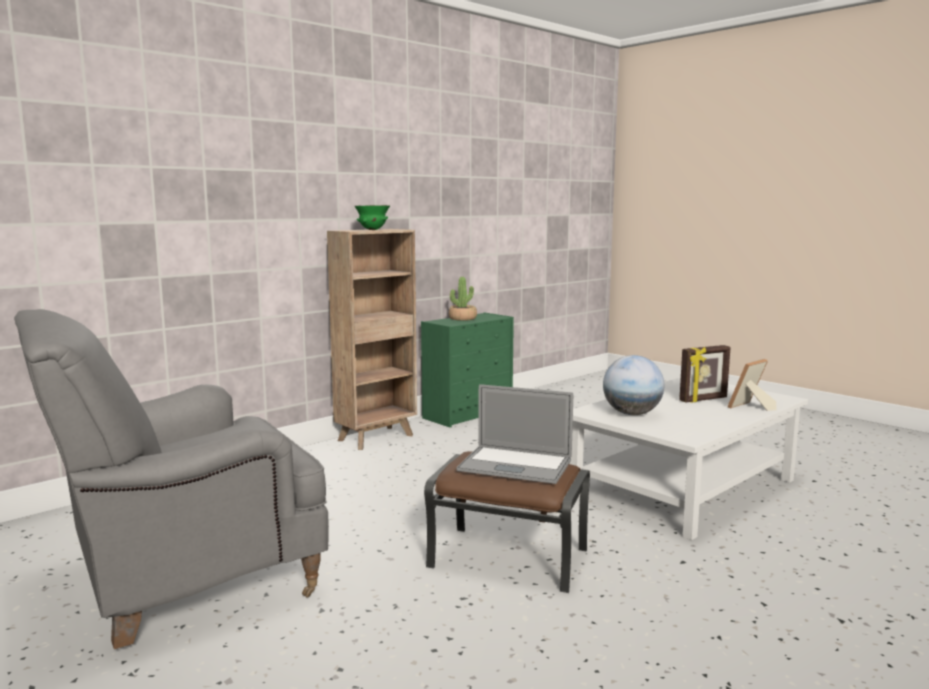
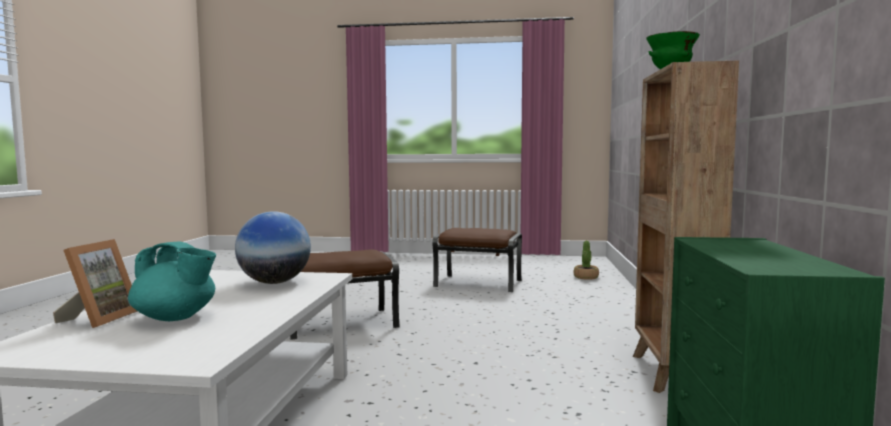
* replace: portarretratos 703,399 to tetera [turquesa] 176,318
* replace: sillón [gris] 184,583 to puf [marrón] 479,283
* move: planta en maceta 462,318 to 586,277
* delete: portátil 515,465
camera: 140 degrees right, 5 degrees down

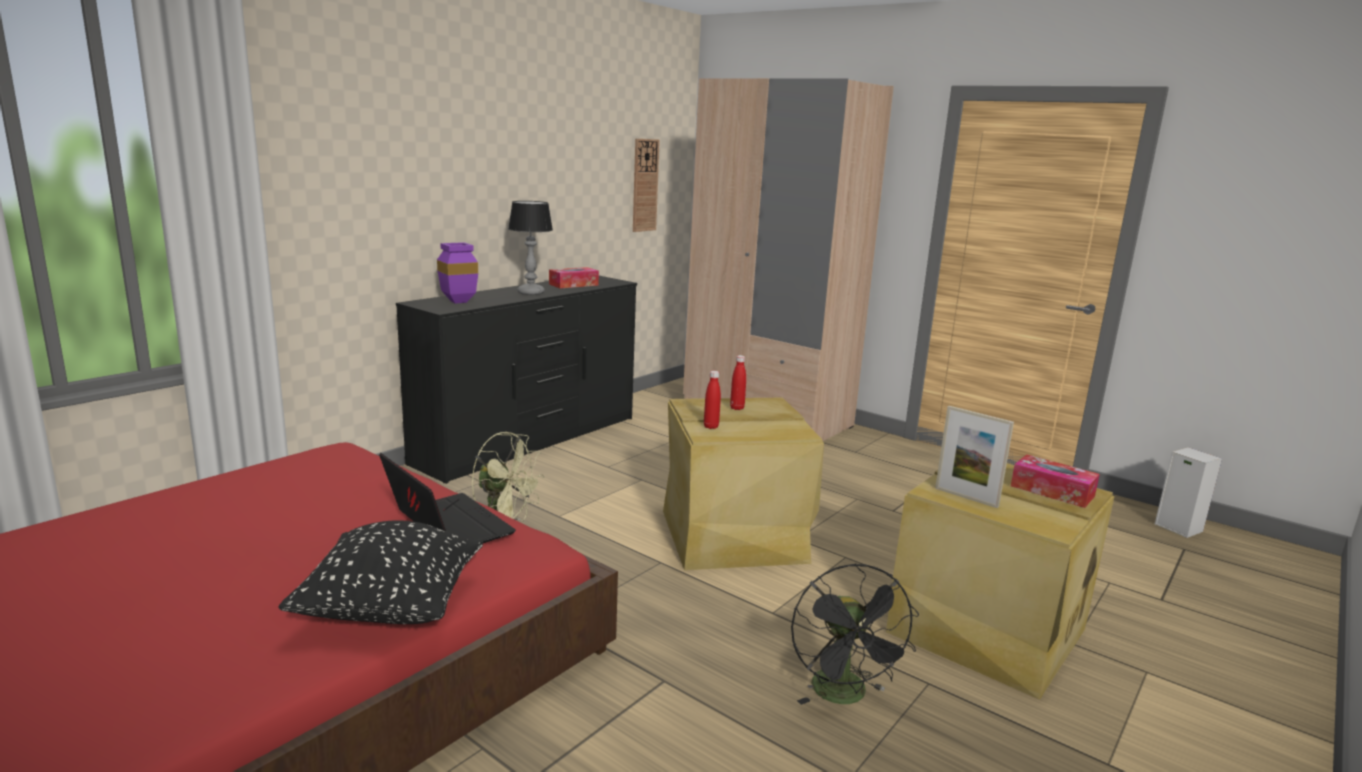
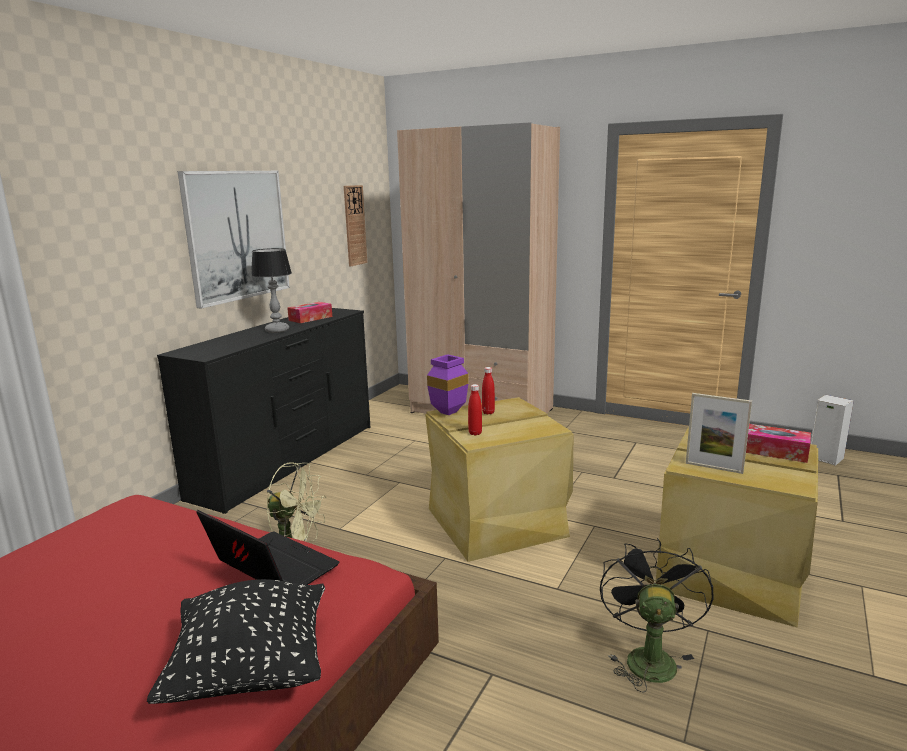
* insert: cuadro 237,235
* move: florero [morado] 460,301 to 449,411
* rotate: ventilador [negro] 845,696 = 648,657 150 degrees counterclockwise
camera: 10 degrees left, 0 degrees up

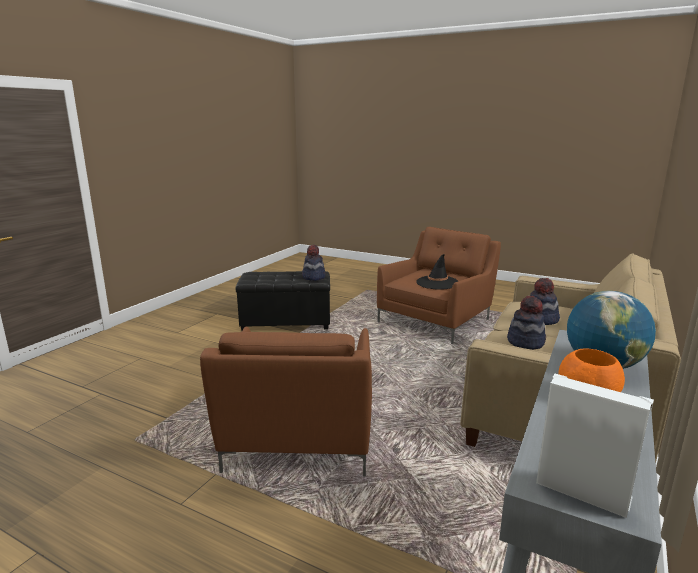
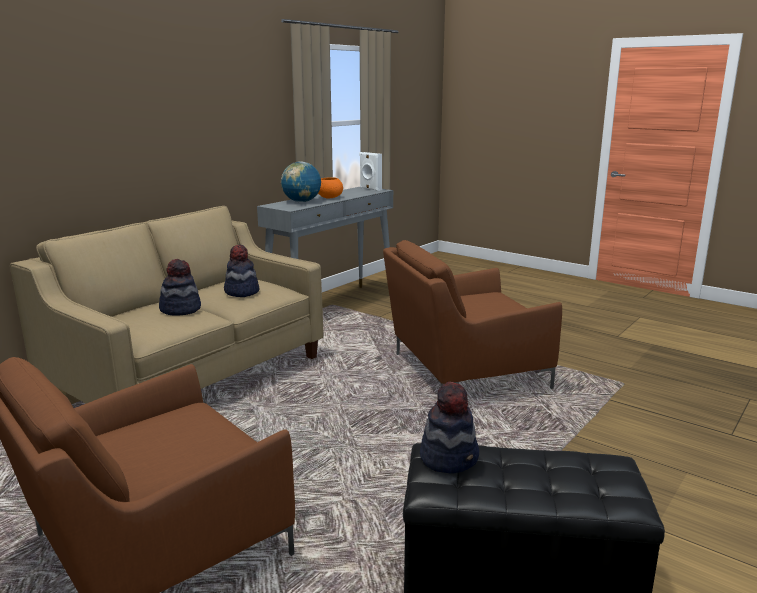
* rotate: sillón [marrón] 299,440 = 463,372 120 degrees counterclockwise
* delete: sombrero [negro] 437,283
camera: 170 degrees left, 0 degrees up

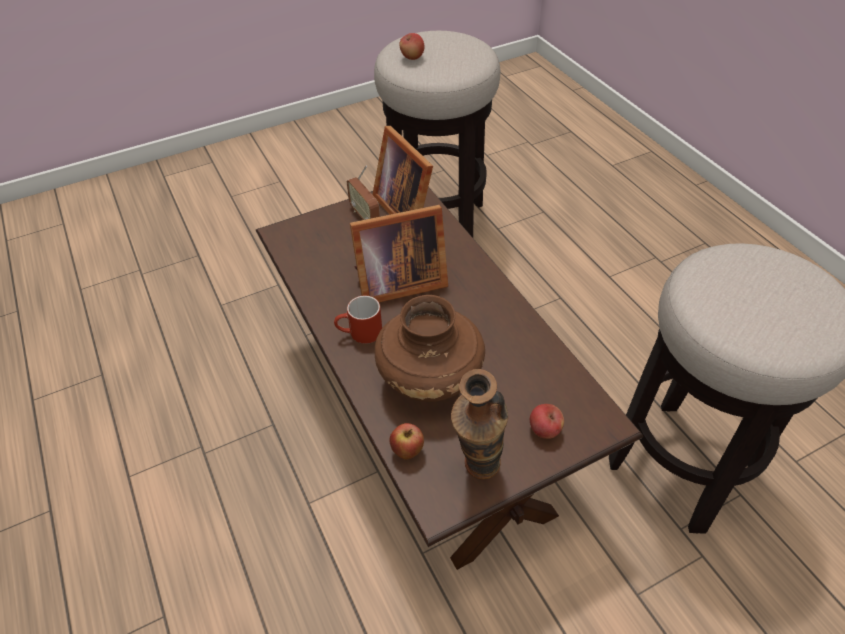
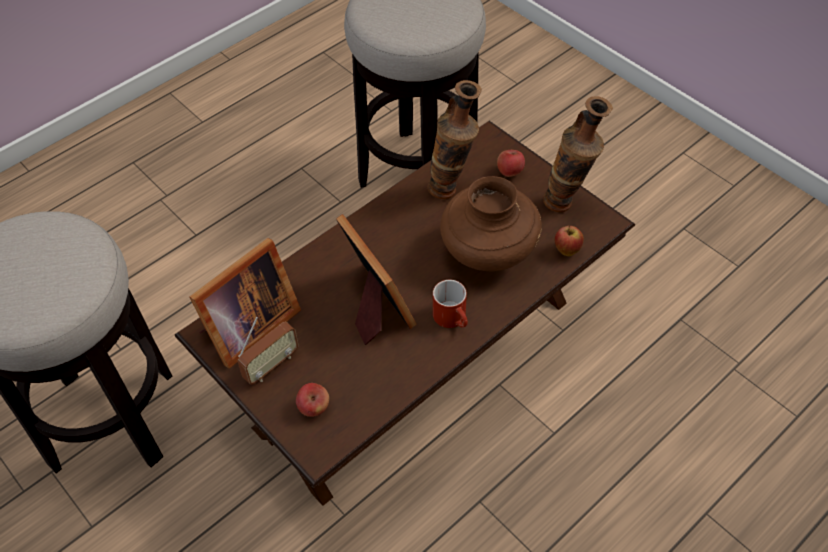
* move: manzana 412,57 to 314,407
* insert: florero 452,190
camera: 105 degrees left, 5 degrees up

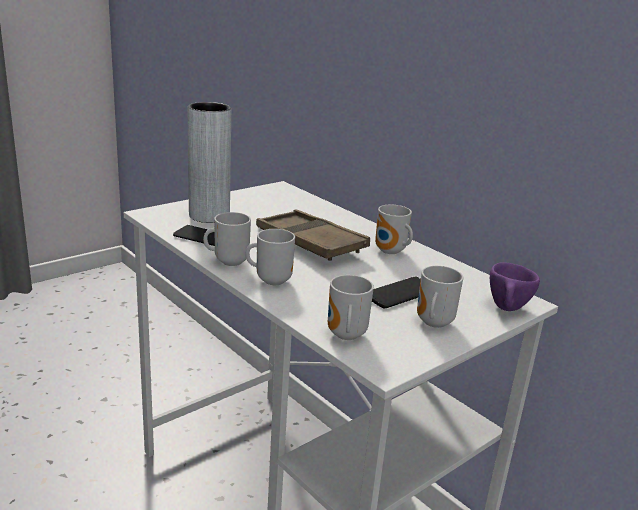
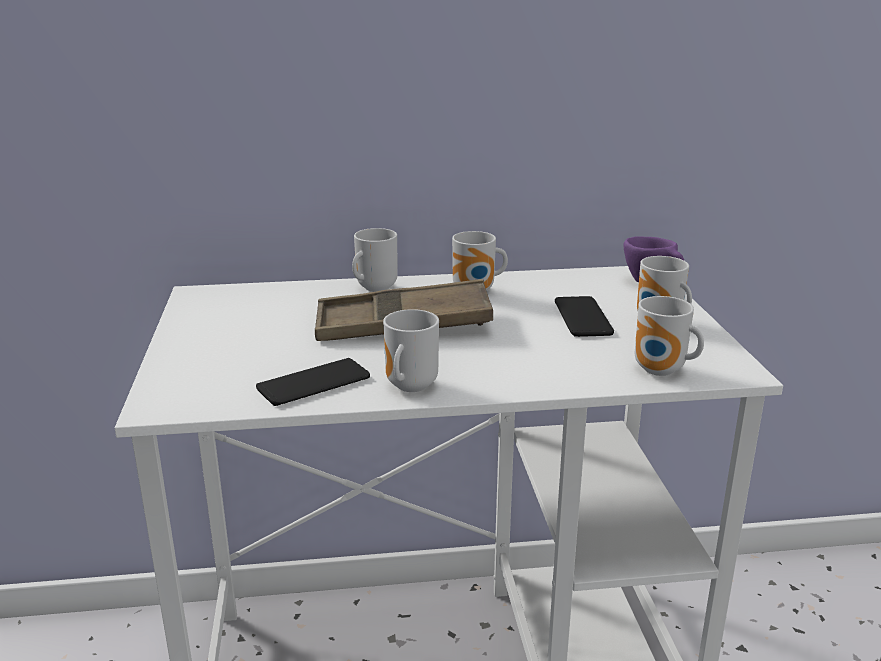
* move: taza grande 271,280 to 373,288
* delete: florero [gris] 209,216
camera: 55 degrees left, 0 degrees up

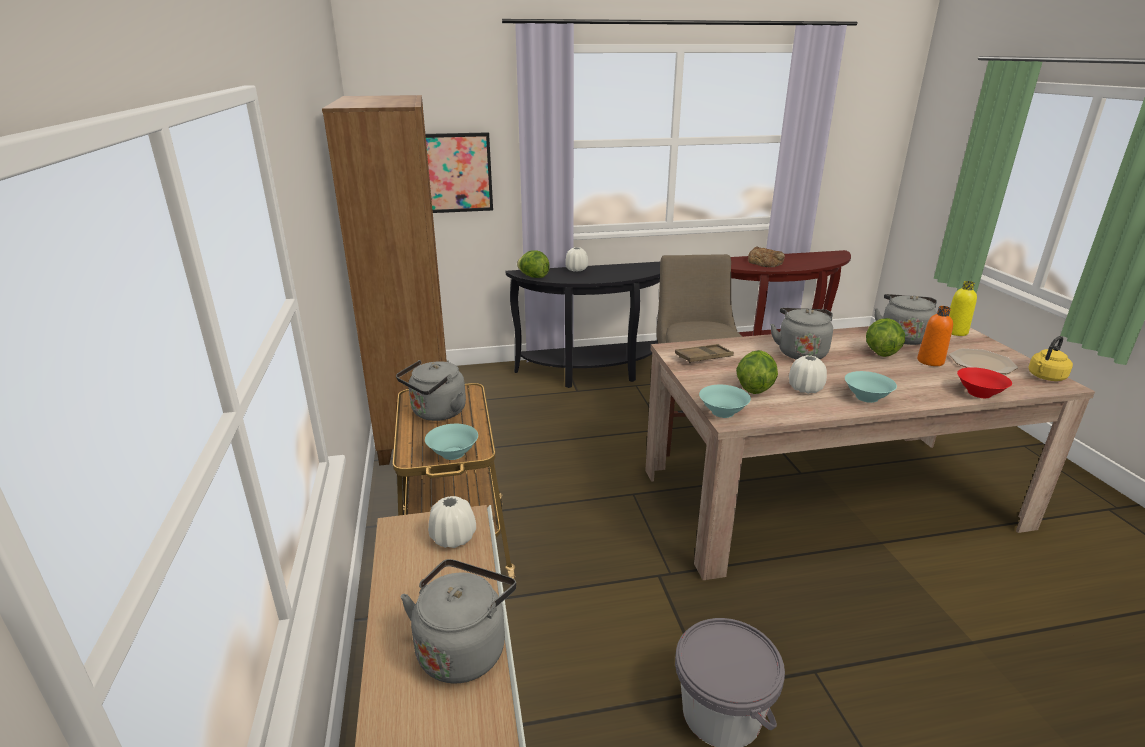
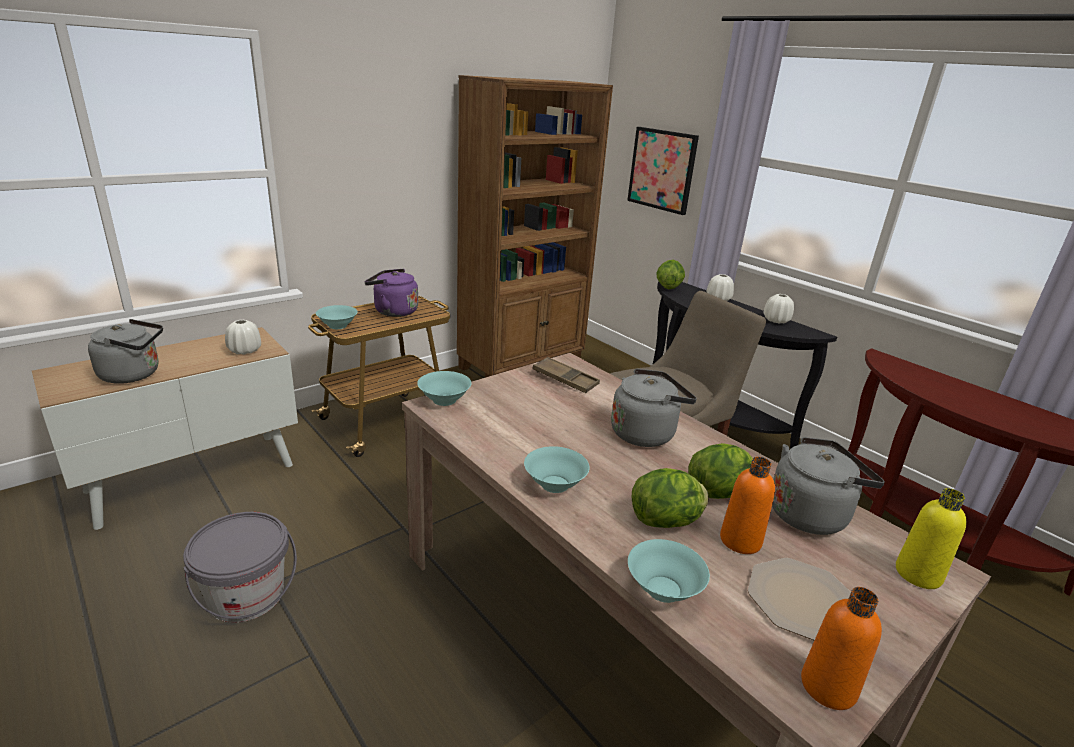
* recolor: hervidor [gris] 436,413 to hervidor [morado] 393,311
* recolor: cuenco [rojo] 980,393 to cuenco [turquesa] 663,590
* move: lechuga 754,388 to 666,521
* move: florero [blanco] 805,388 to 776,320
* replace: hervidor [amarillo] 1045,377 to botella [naranja] 828,687
* delete: pan 765,262
camera: 60 degrees right, 0 degrees up

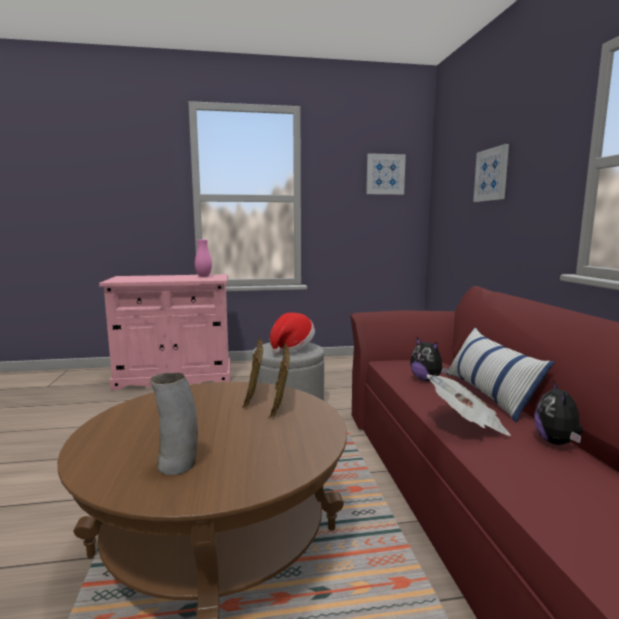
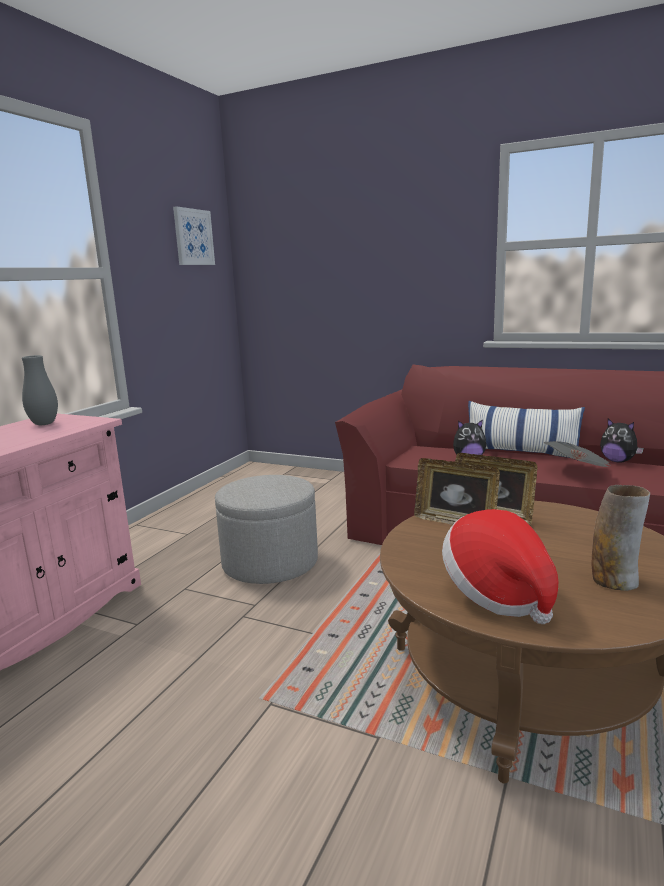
* recolor: florero [rosa] 204,276 to florero [gris] 44,424
* move: sombrero 291,348 to 497,594
* delete: cuadro 491,174
camera: 55 degrees left, 5 degrees up

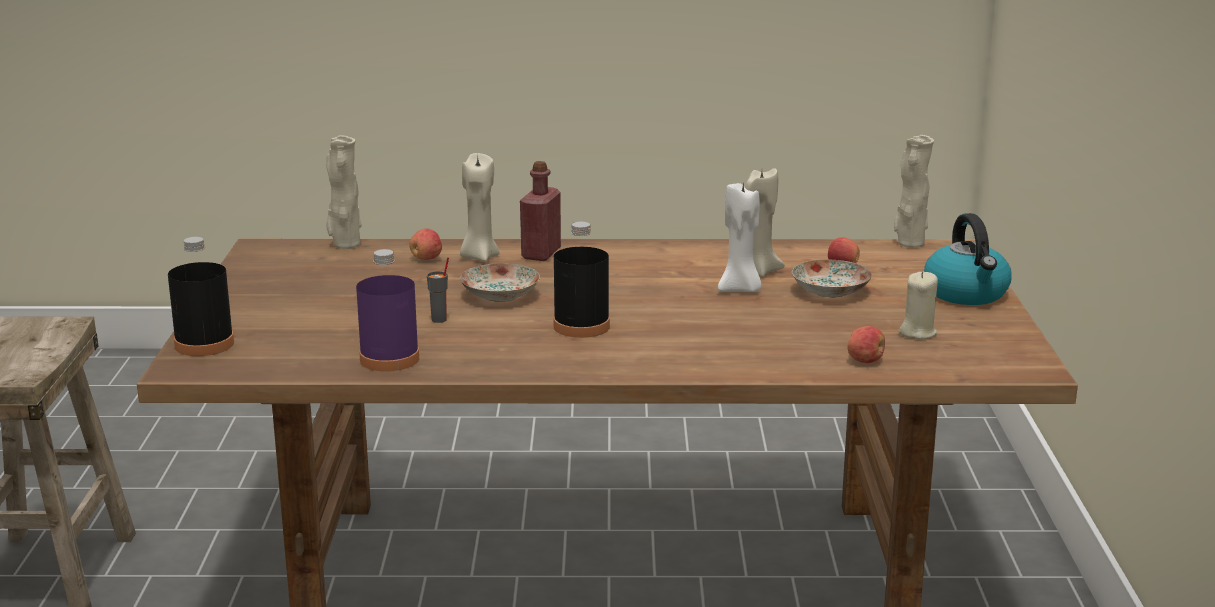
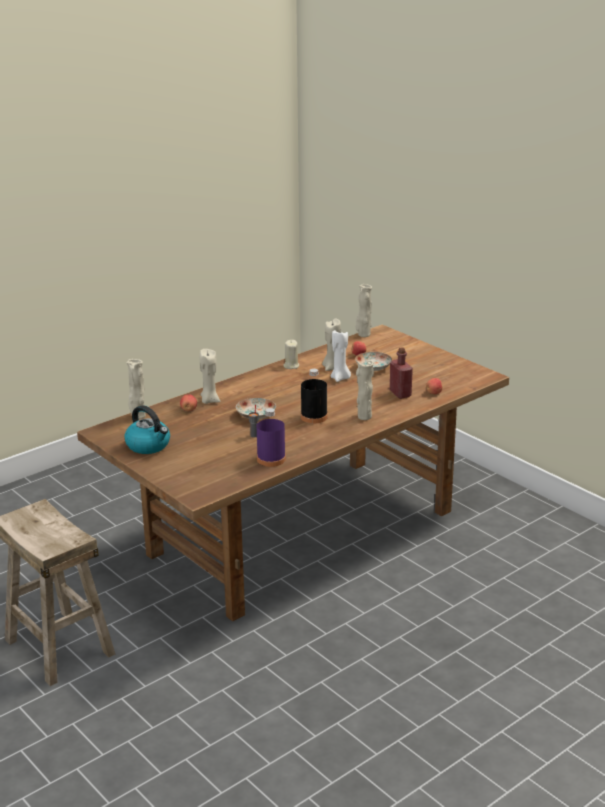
* move: hervidor 967,294 to 149,446
* move: vela [beis] 917,332 to 291,366
* insert: florero [beis] 364,417
* move: botella [rojo] 541,254 to 400,394
* delete: botella [negro] 204,344
camera: 40 degrees left, 5 degrees up

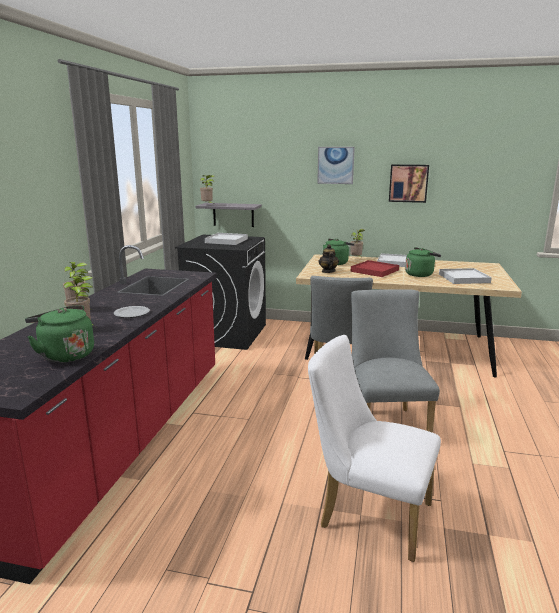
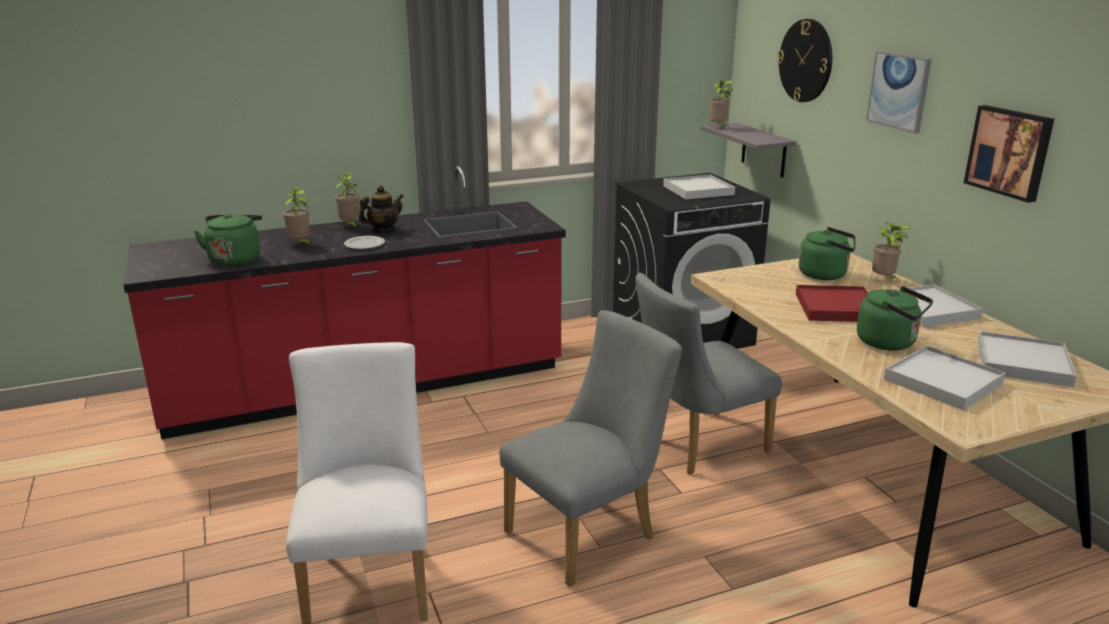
* move: tetera 328,271 to 383,230
* insert: reloj de pared 806,61
* insert: bandeja [blanco] 1023,363
camera: 55 degrees right, 5 degrees up

